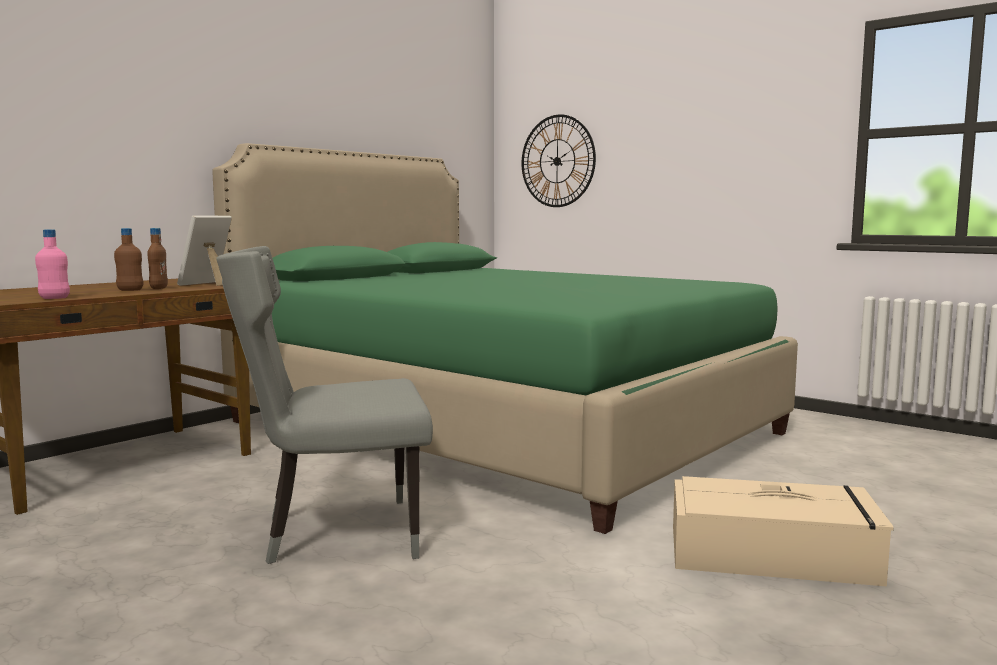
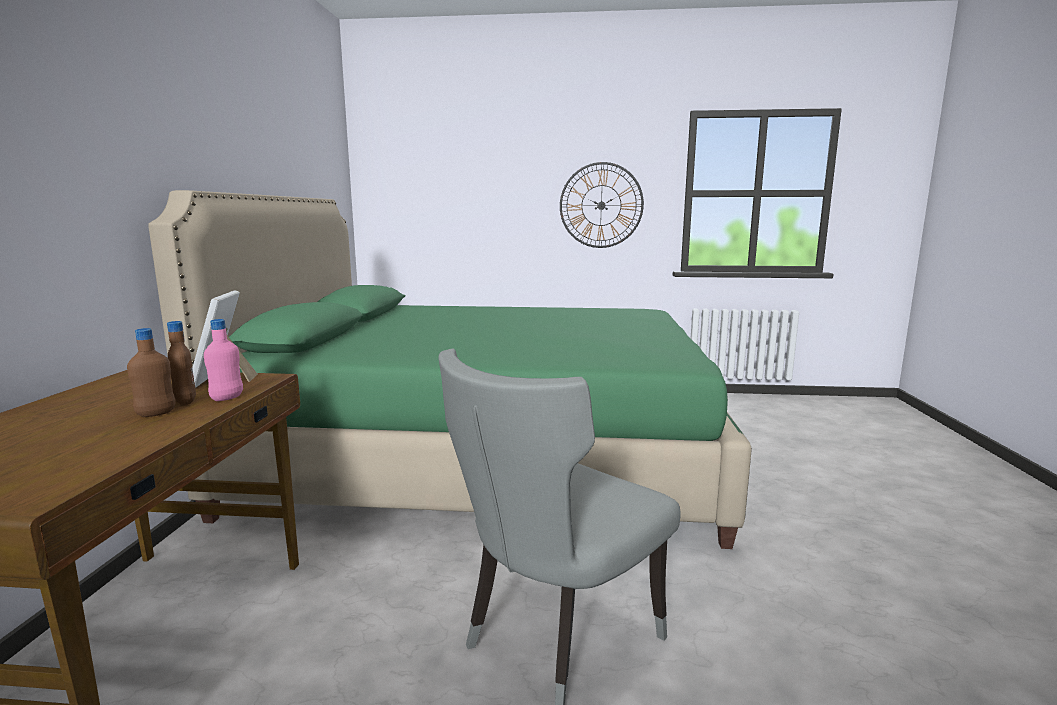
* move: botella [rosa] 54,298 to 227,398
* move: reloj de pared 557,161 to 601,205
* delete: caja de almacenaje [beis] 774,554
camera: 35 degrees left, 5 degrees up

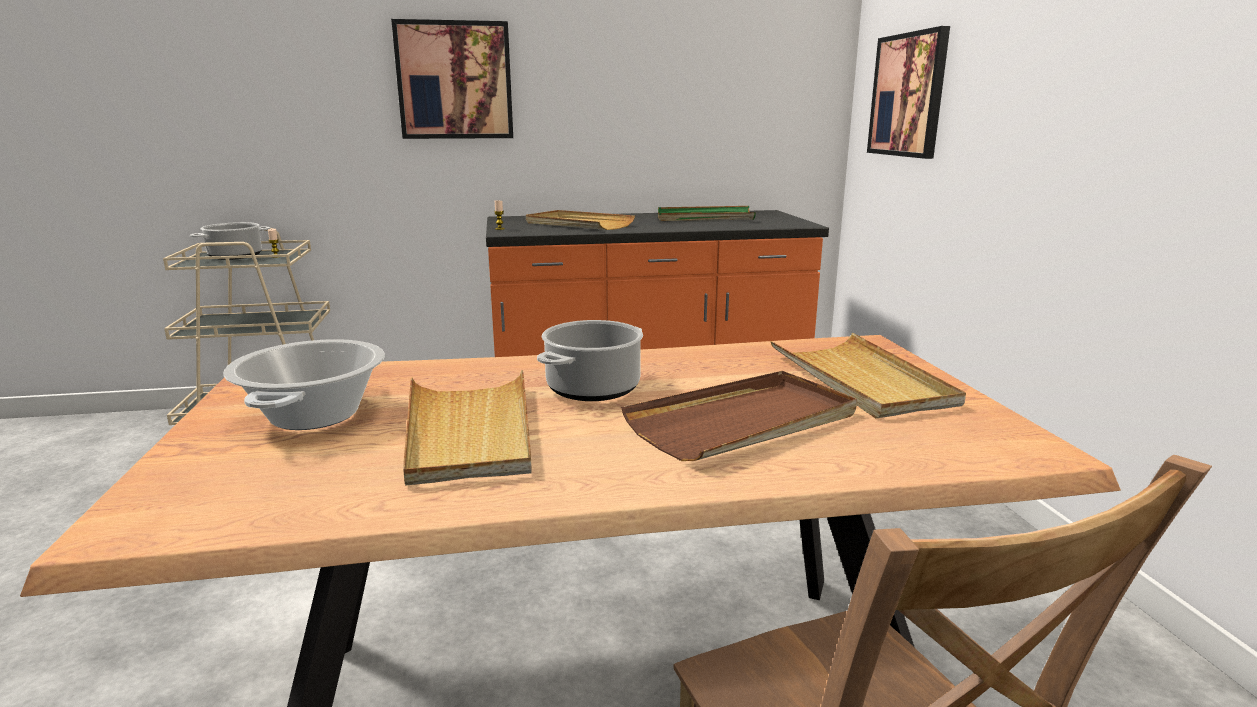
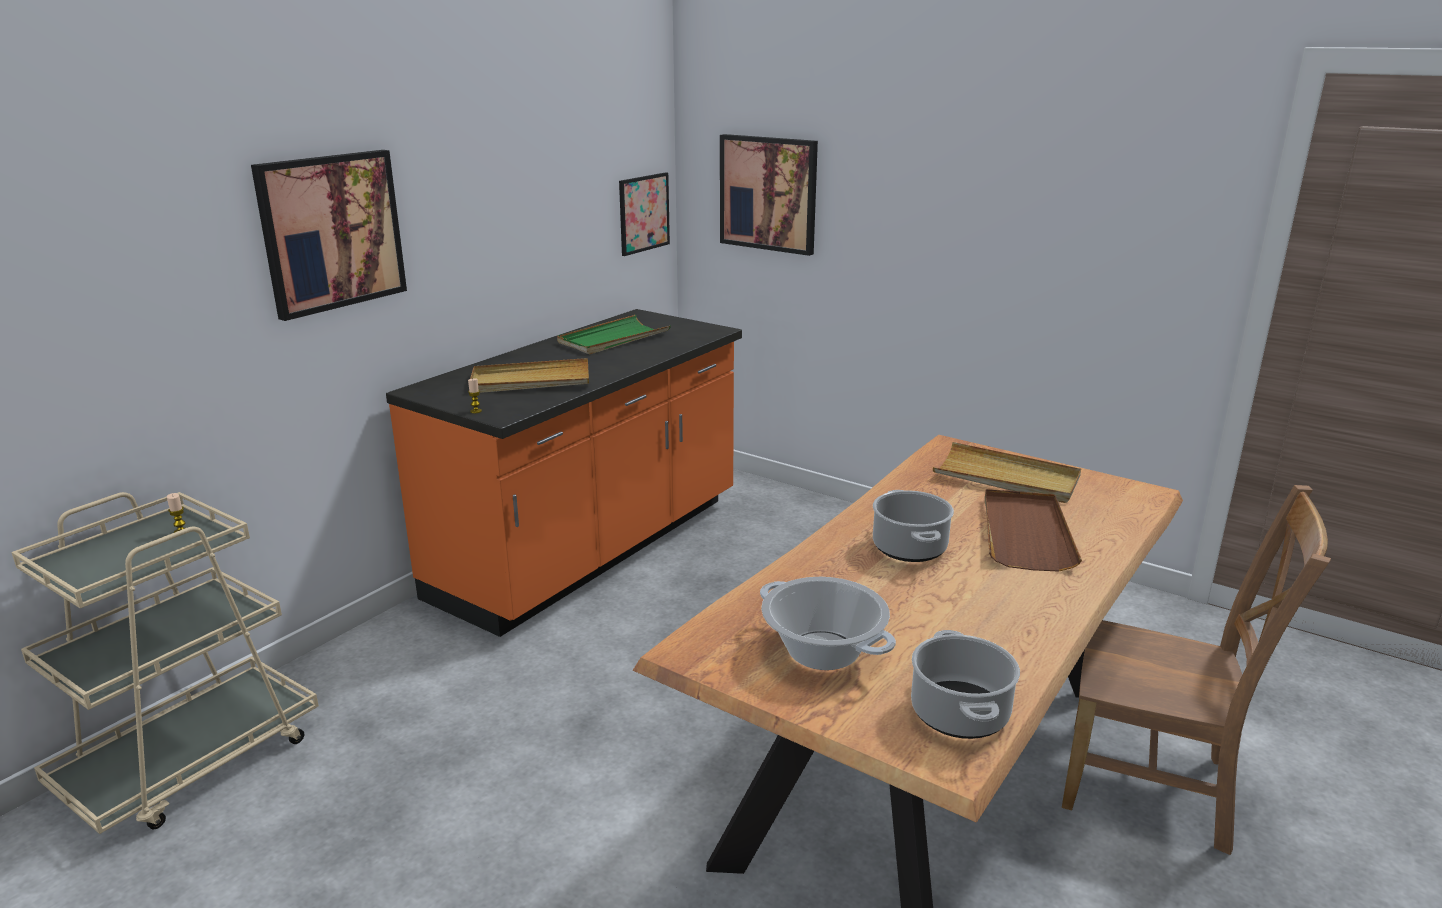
* insert: cuadro 644,213
* move: olla 235,256 to 960,714
* delete: bandeja [beis] 469,431
camera: 45 degrees left, 5 degrees up

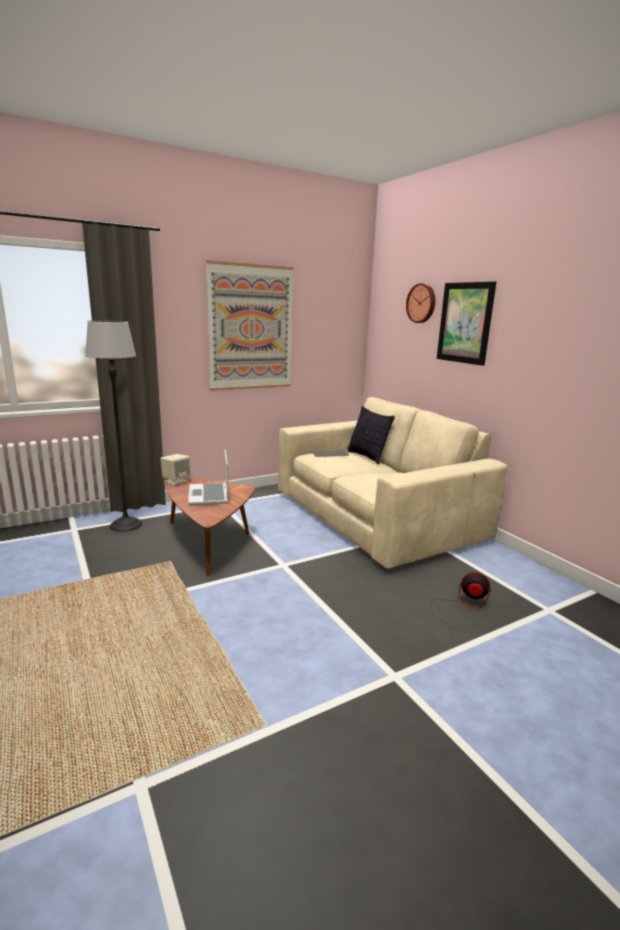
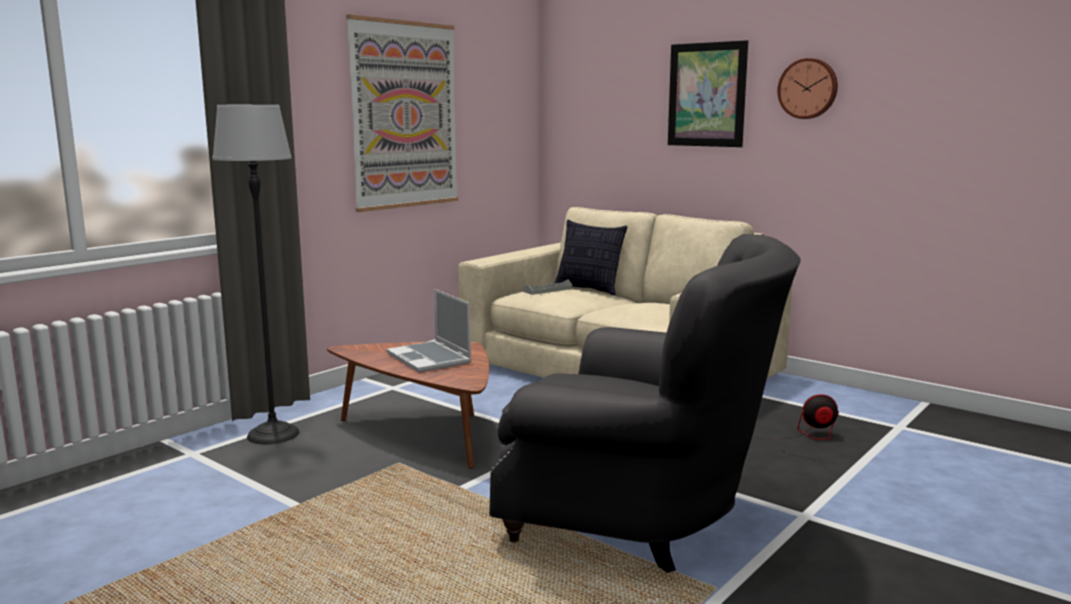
* insert: sillón [gris] 637,520
* move: reloj de pared 422,303 to 808,88
* delete: altavoz [beis] 176,481
camera: 20 degrees left, 5 degrees down

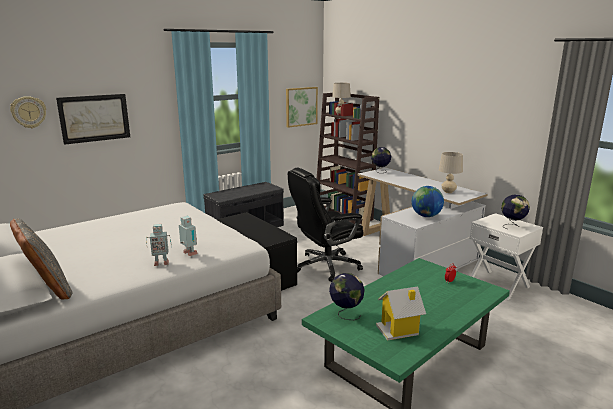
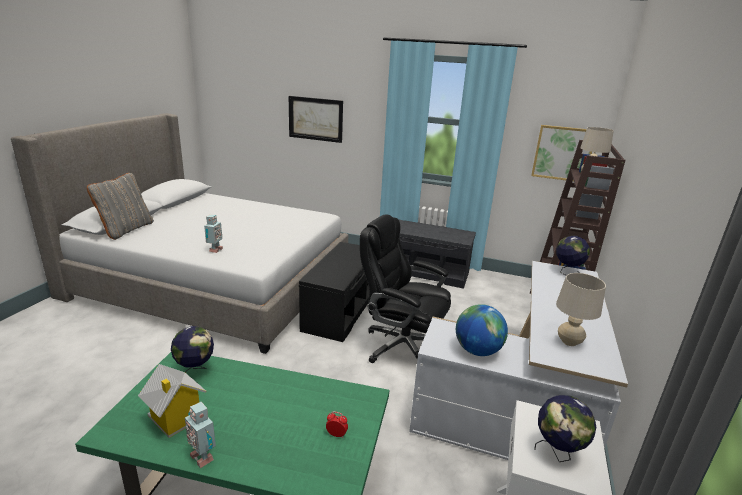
* move: robot de juguete 161,263 to 203,456
* delete: reloj de pared 28,112
camera: 55 degrees right, 5 degrees up

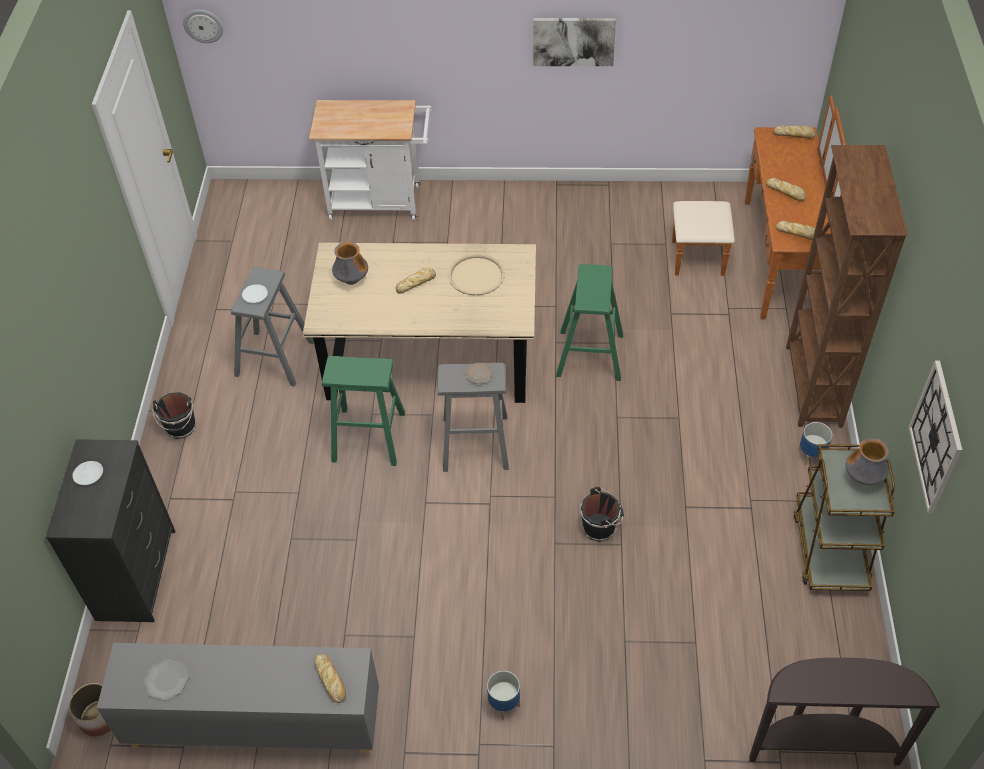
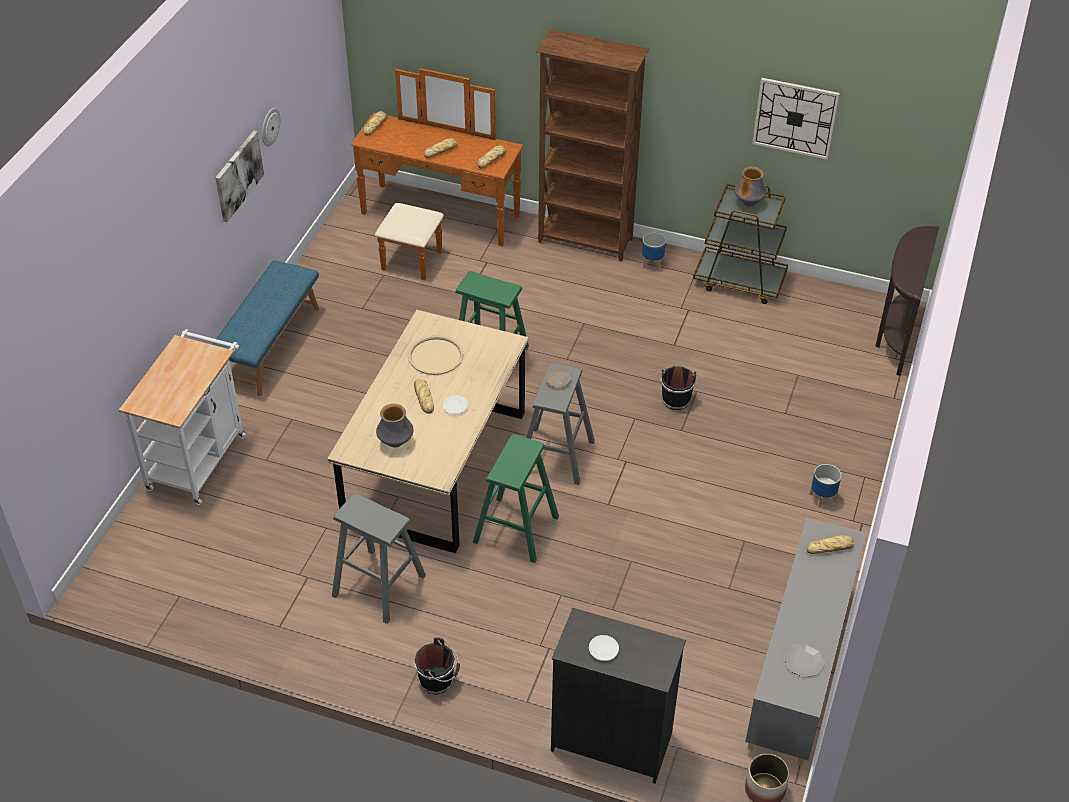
* insert: banco [azul] 270,345
* move: reloj de pared 203,25 to 269,126
* move: plato [blanco] 255,296 to 455,407
camera: 75 degrees left, 5 degrees down

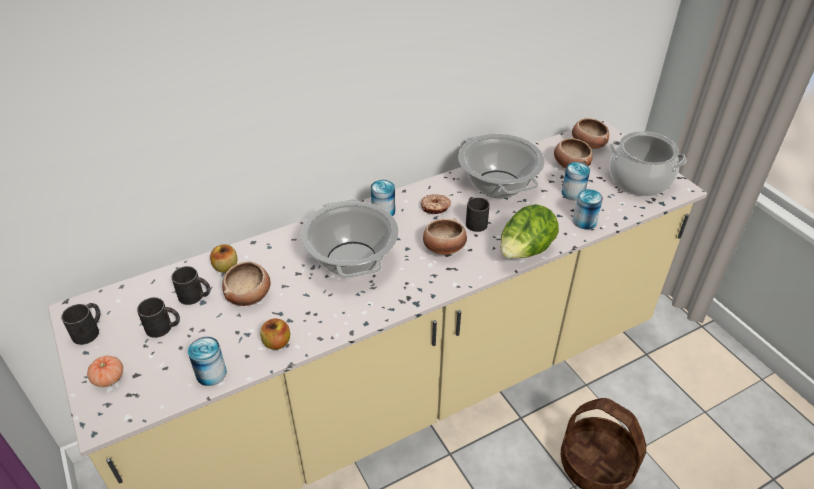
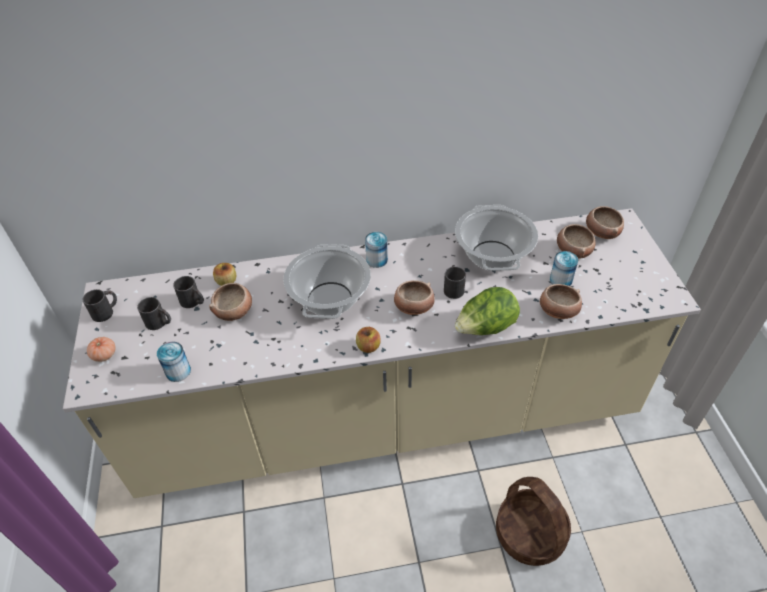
* move: manzana 277,342 to 368,347
* replace: lata 584,221 to cuenco 557,311
* delete: rosquilla 435,208
* delete: olla 639,179
camera: 20 degrees right, 5 degrees up

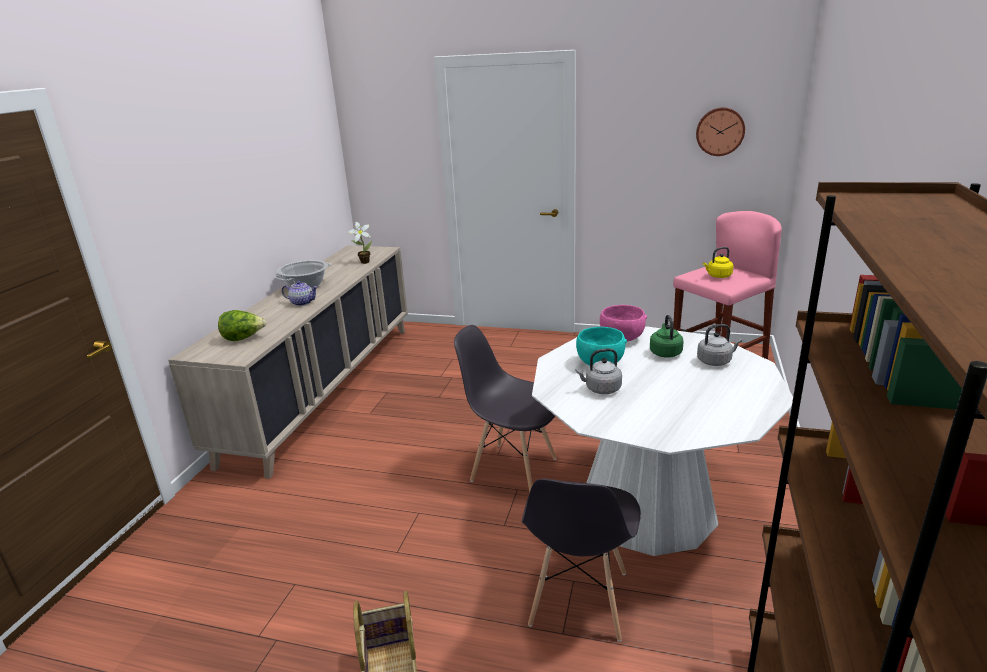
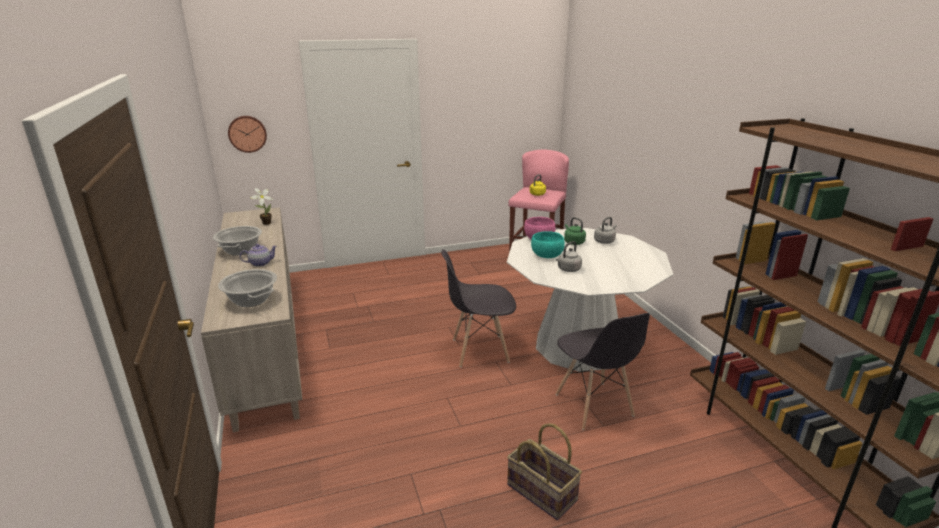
* replace: lechuga 243,338 to olla 251,300
* move: reloj de pared 720,131 to 247,133
camera: 35 degrees left, 0 degrees up

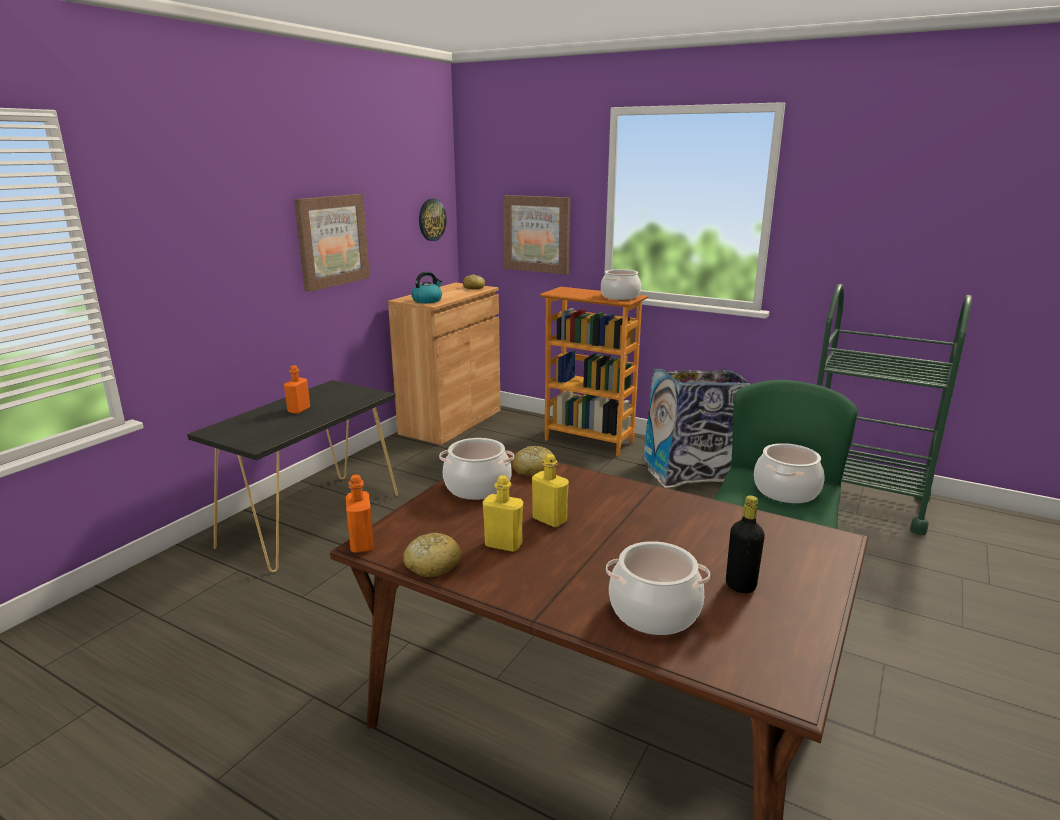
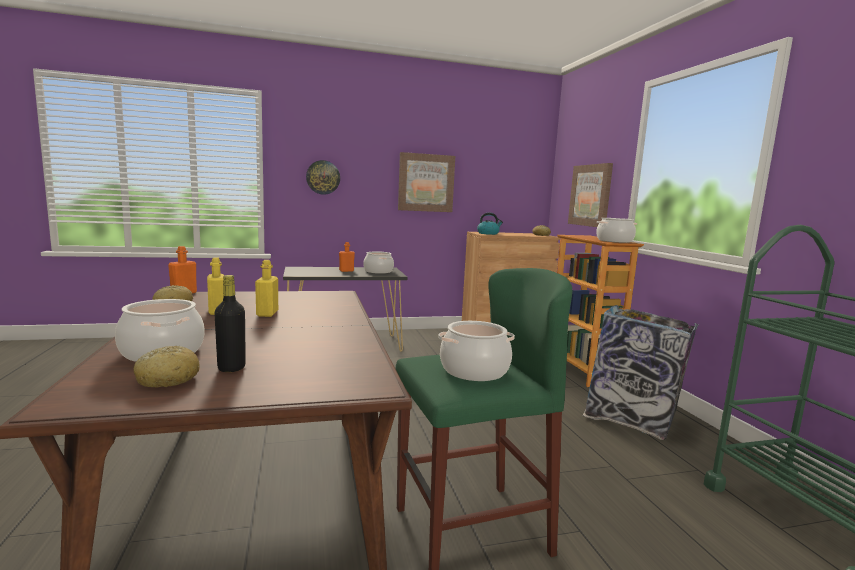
* move: pan 533,470 to 167,379
* move: reloj de pared 431,219 to 323,177
* move: olla 477,487 to 378,271
camera: 45 degrees right, 10 degrees down

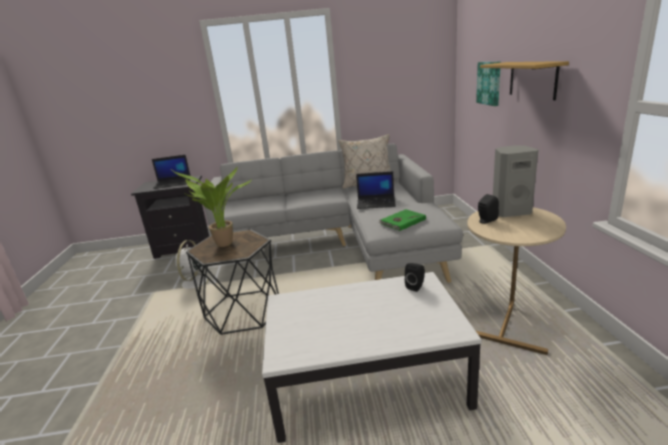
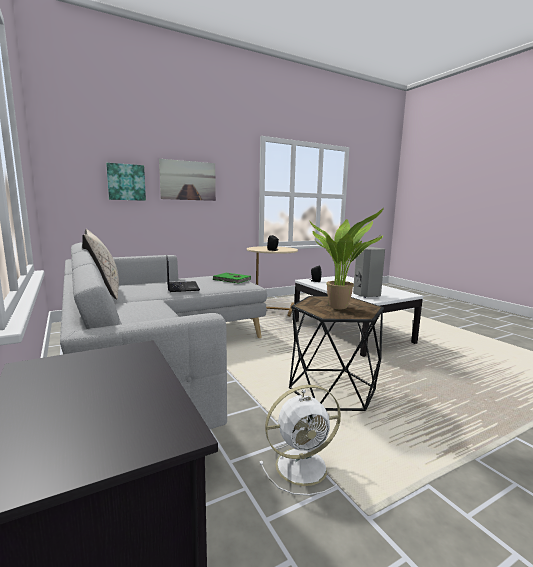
* replace: estante 532,79 to cuadro 188,180
* move: altavoz [gris] 510,212 to 365,295
* delete: portátil 173,183
camera: 115 degrees left, 10 degrees down

